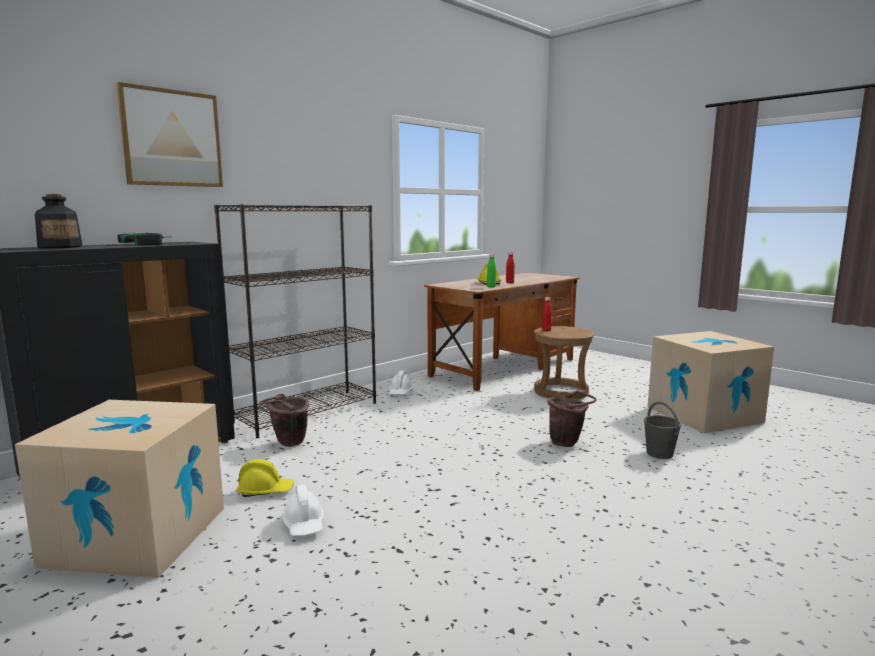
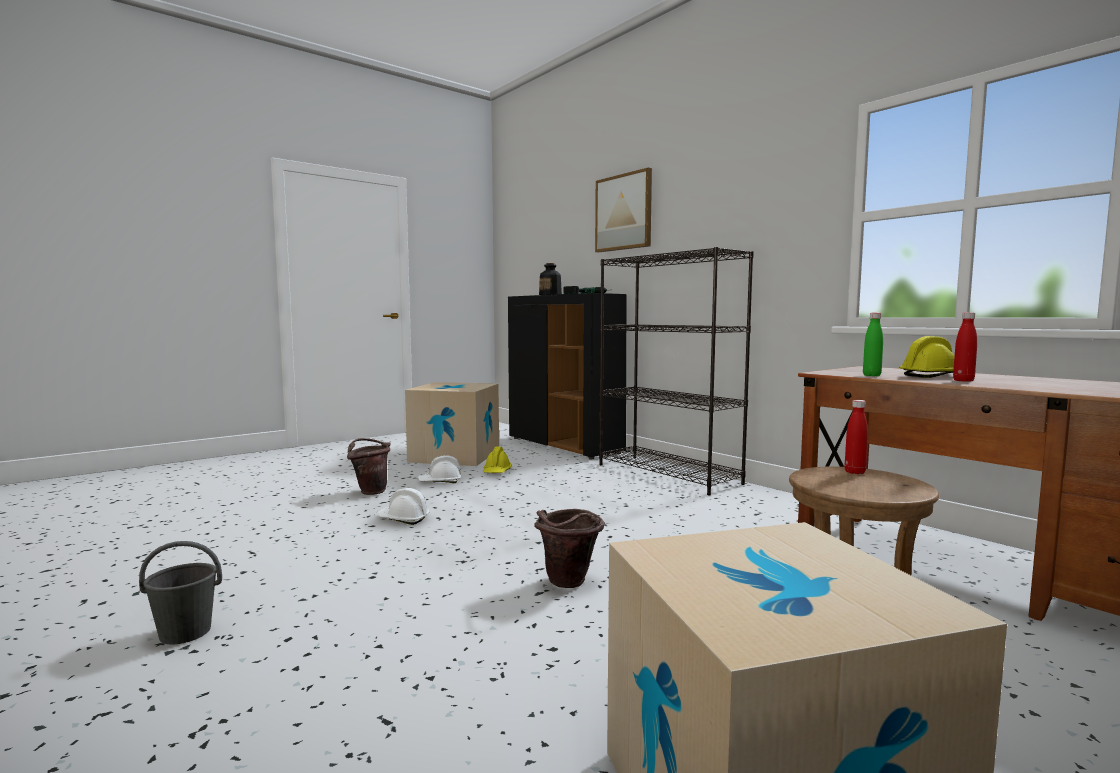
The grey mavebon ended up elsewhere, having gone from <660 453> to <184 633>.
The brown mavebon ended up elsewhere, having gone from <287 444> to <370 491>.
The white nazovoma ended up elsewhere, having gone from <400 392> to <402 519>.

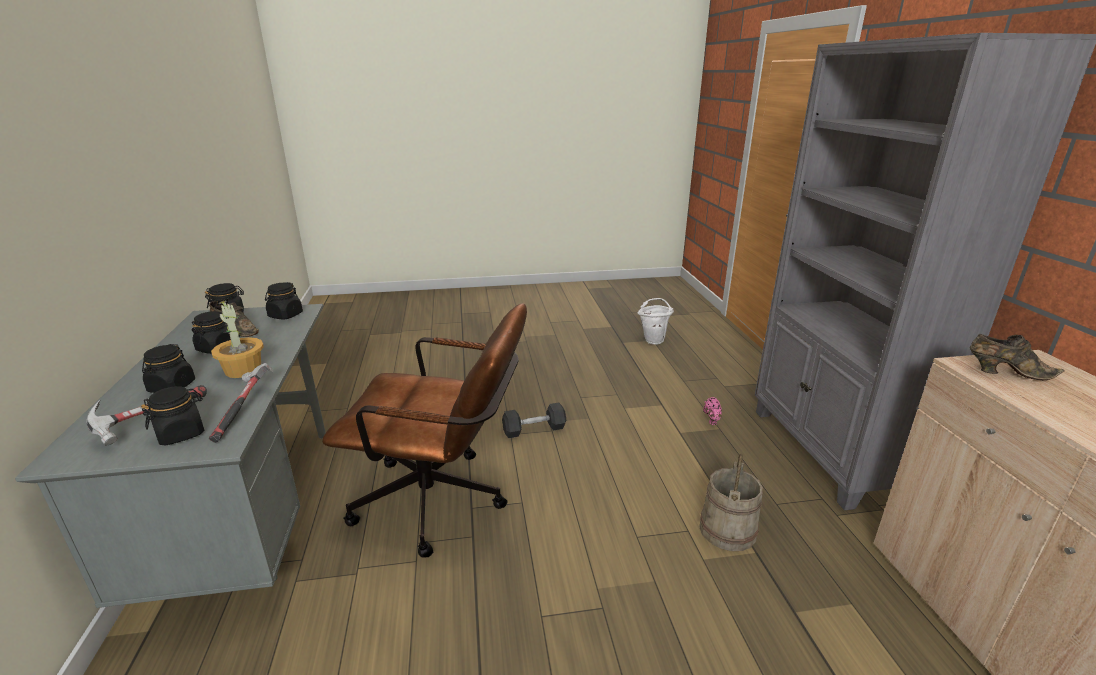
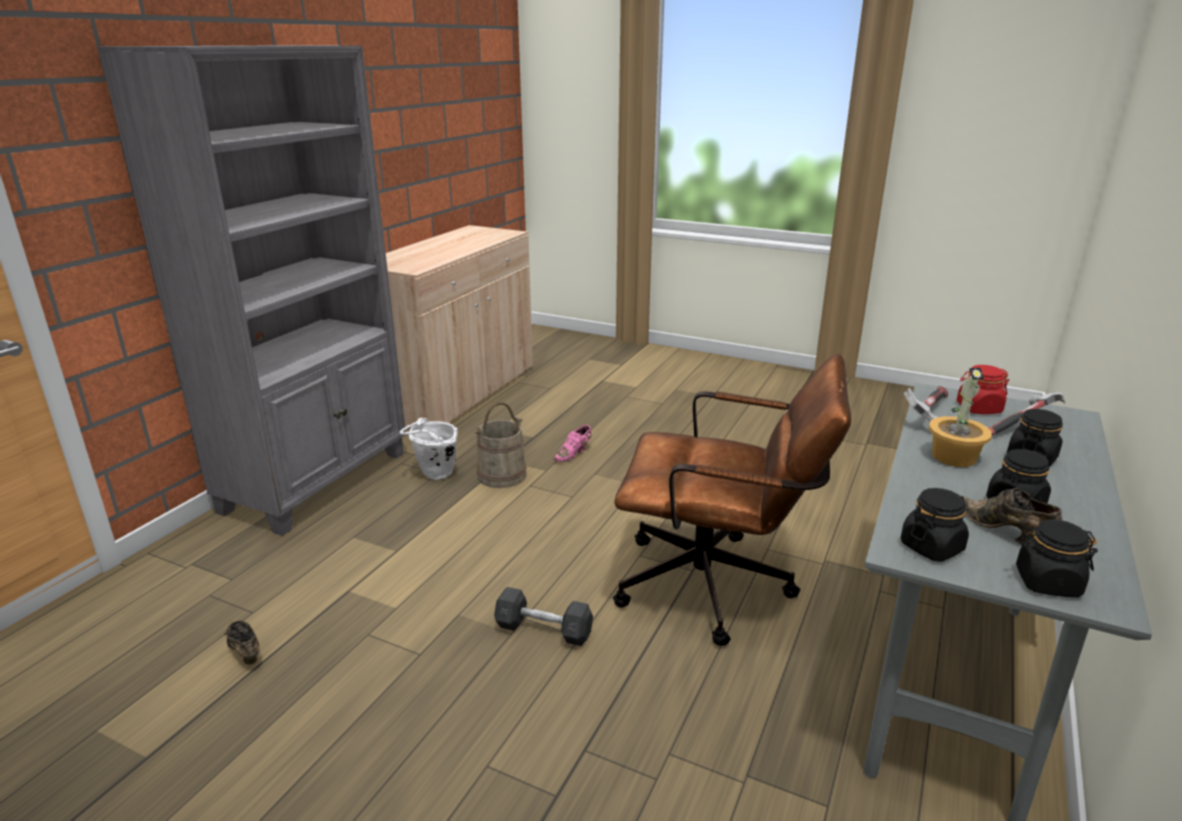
The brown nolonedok ended up elsewhere, having gone from <1006 373> to <245 652>.
The white mavebon ended up elsewhere, having gone from <653 339> to <434 476>.
The pink nolonedok ended up elsewhere, having gone from <711 418> to <574 454>.
The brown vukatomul at <443 502> ended up facing another way, 150 degrees clockwise from before.
What was the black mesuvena at <181 433> turned into the red mesuvena at <978 408>.

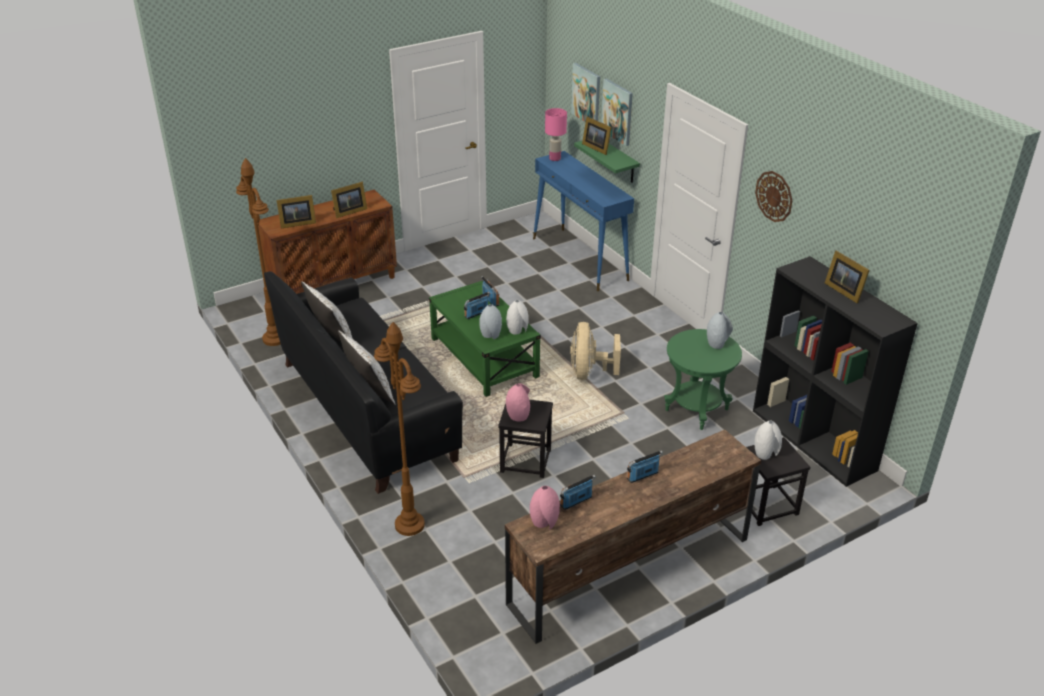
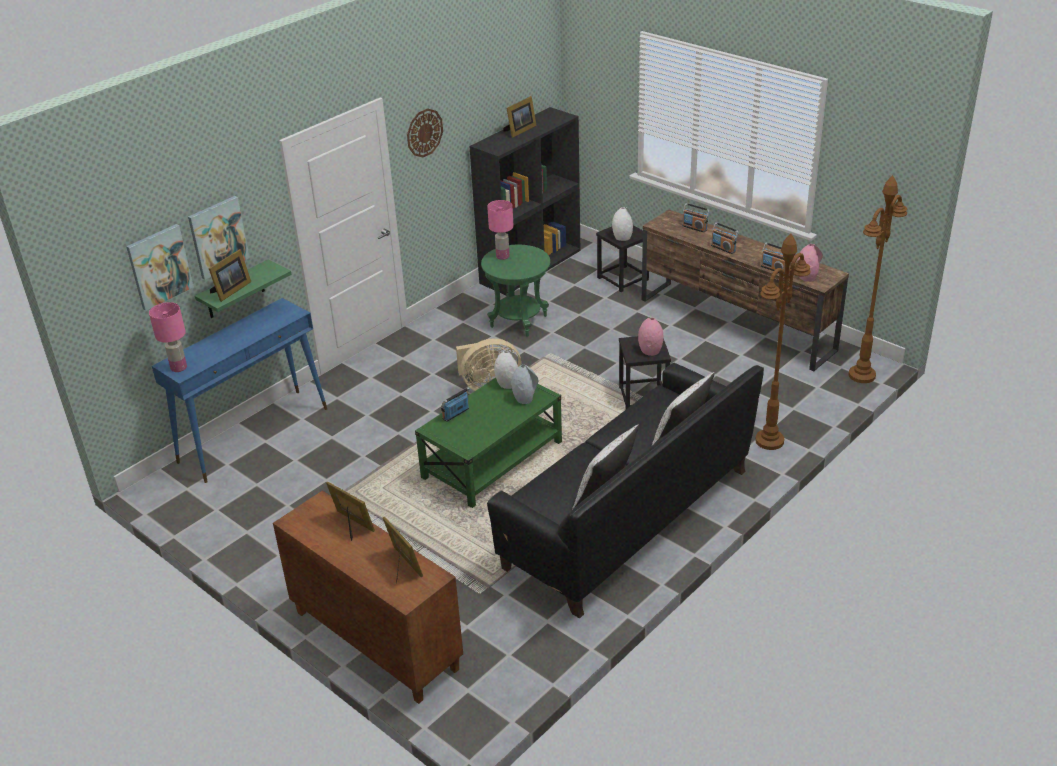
Where the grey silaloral stood at <717 343>, the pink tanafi came to stand at <502 256>.
The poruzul ended up elsewhere, having gone from <476 314> to <694 228>.
The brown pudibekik ended up elsewhere, having gone from <274 339> to <861 375>.

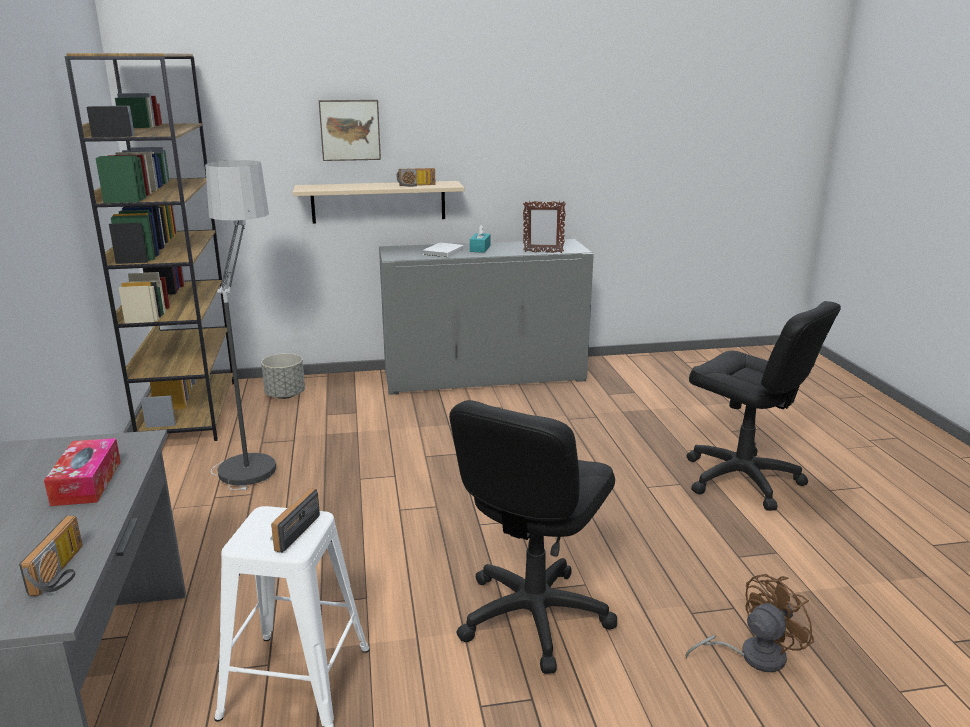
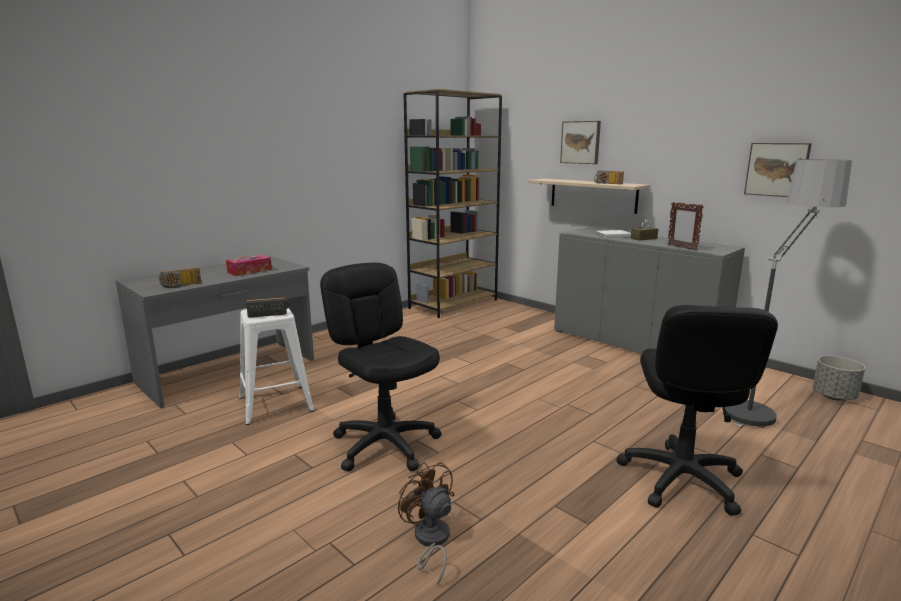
The black vukatomul at <533 616> ended up facing another way, 60 degrees clockwise from before.
The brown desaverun at <752 656> ended up facing another way, 150 degrees counterclockwise from before.
What was the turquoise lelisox at <480 249> turned into the brown lelisox at <643 238>.
The pudibekik ended up elsewhere, having gone from <253 452> to <762 404>.
The second view gained the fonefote at <777 169>.
The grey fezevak ended up elsewhere, having gone from <285 395> to <834 396>.

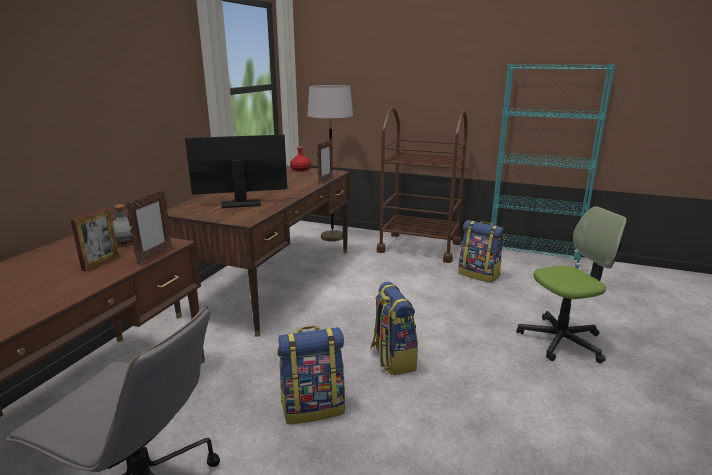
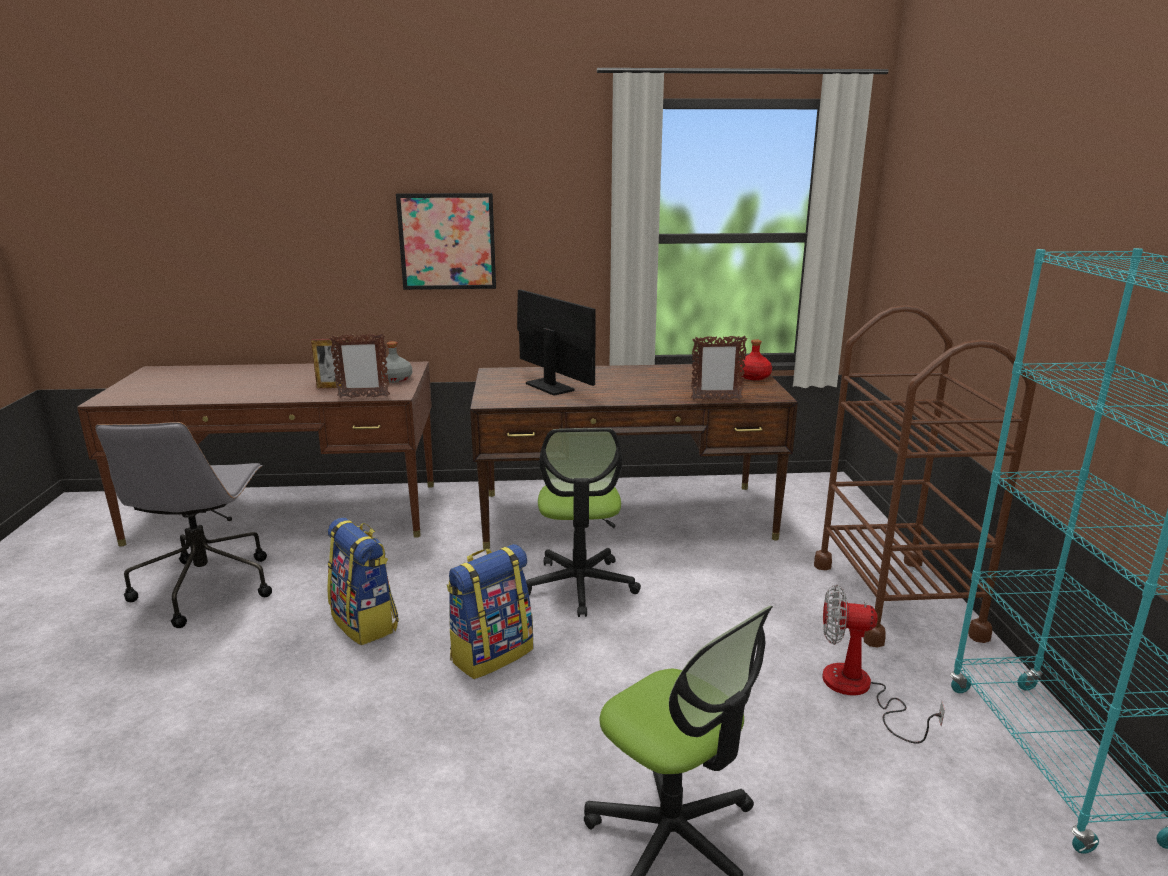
The second view gained the fonefote at <447 241>.
The second view gained the vukatomul at <580 585>.
Where the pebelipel stood at <479 274>, the desaverun came to stand at <859 691>.
The second view lost the grey pudibekik at <332 237>.

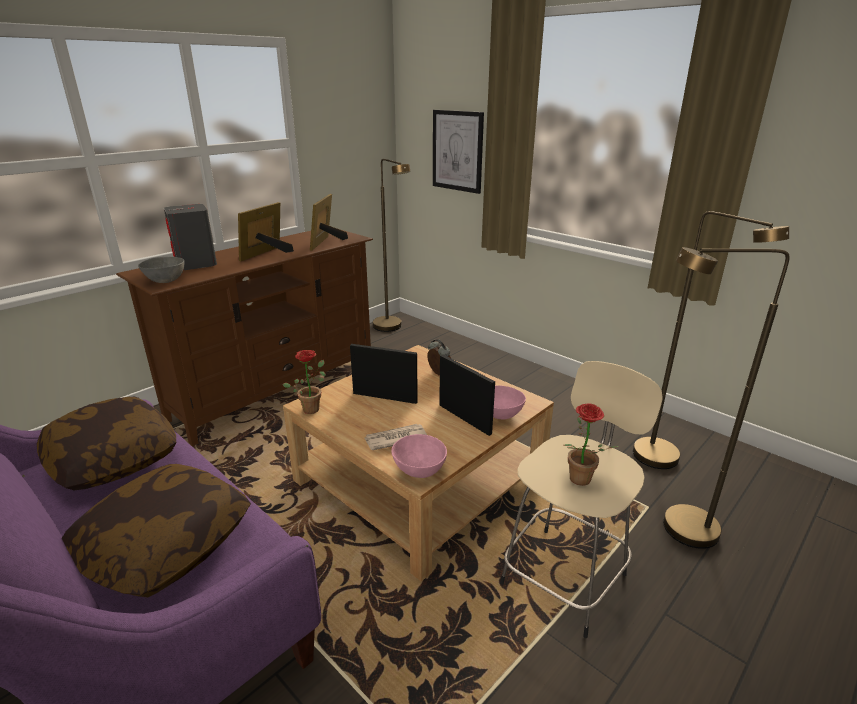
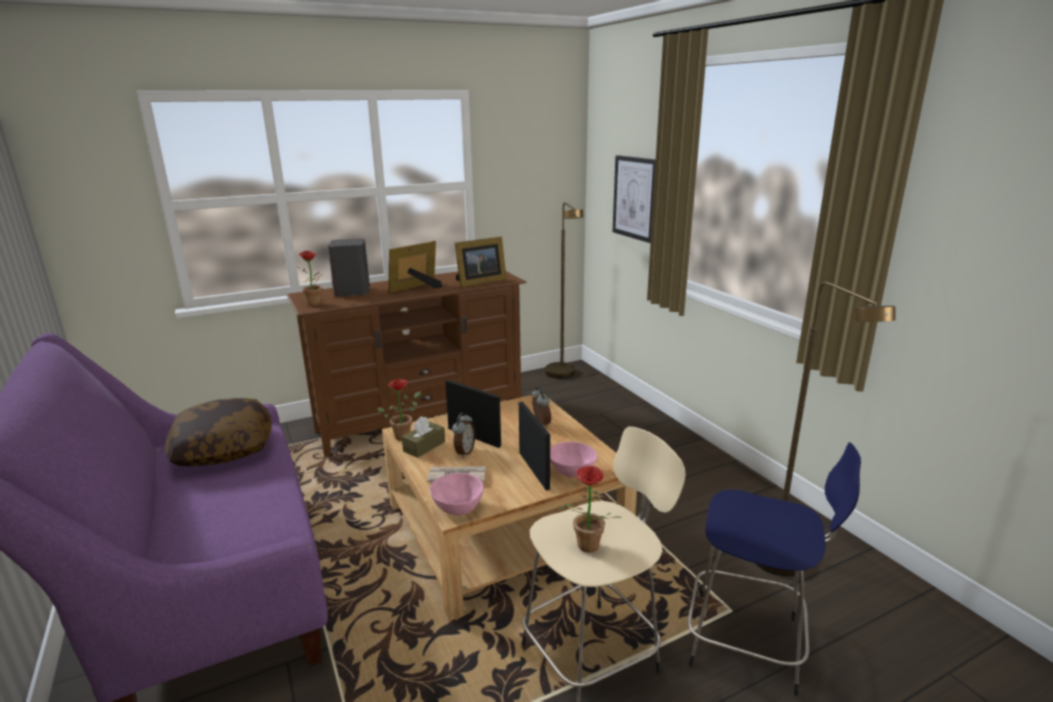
Where the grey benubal stood at <165 281>, the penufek came to stand at <316 304>.
The second view gained the brown lelisox at <424 446>.
The second view gained the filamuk at <464 452>.
The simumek at <326 243> ended up facing another way, 150 degrees counterclockwise from before.
Where the brown pudibekik stood at <676 530>, the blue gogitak came to stand at <749 643>.
The second view lost the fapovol at <166 545>.

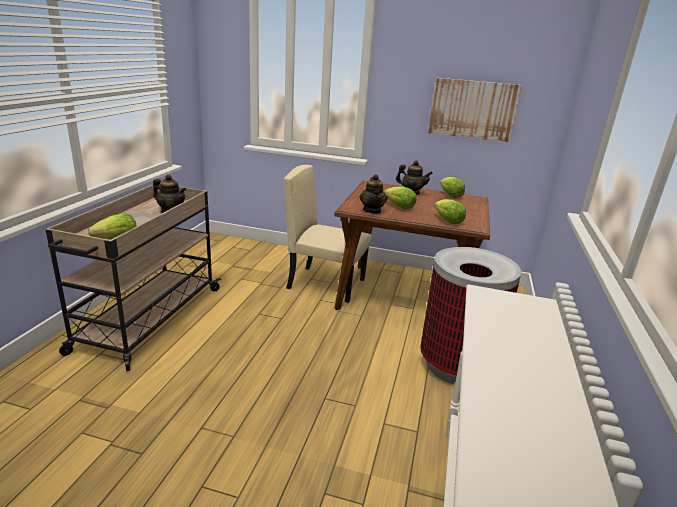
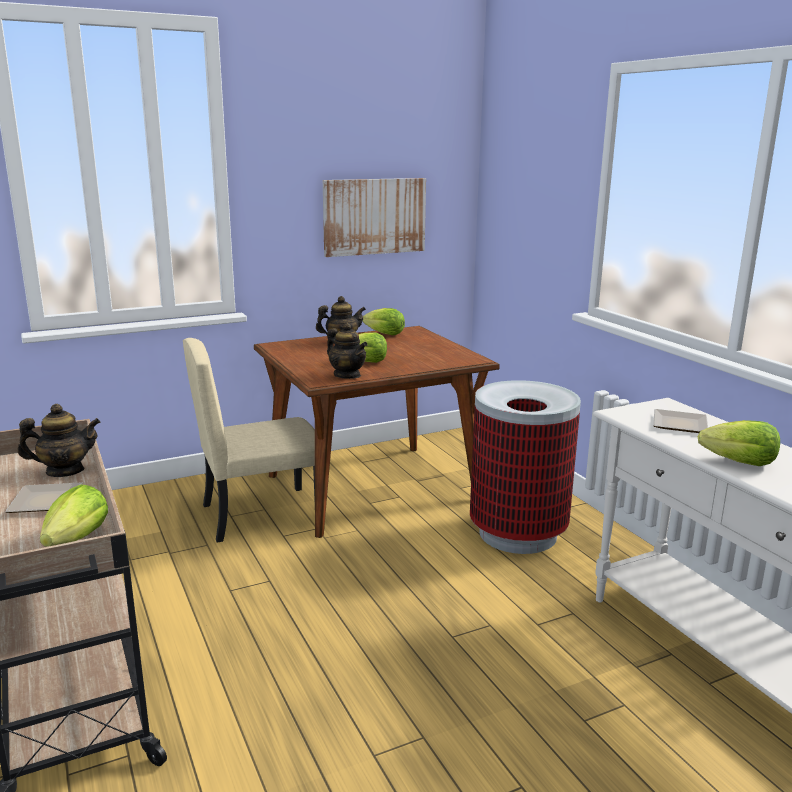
The second view gained the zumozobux at <681 424>.
The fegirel ended up elsewhere, having gone from <448 221> to <740 463>.

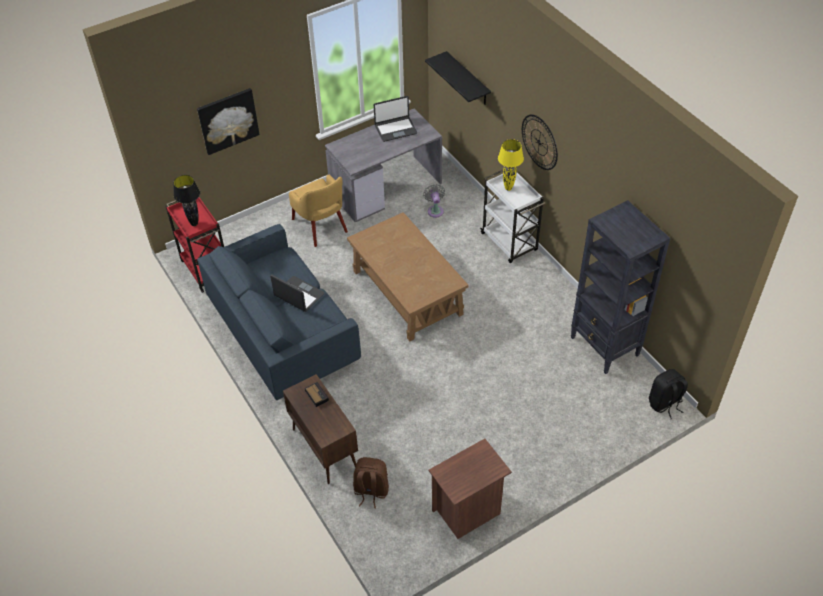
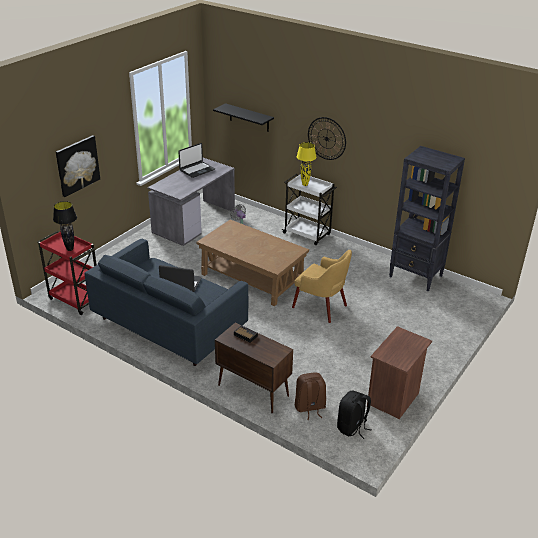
The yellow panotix ended up elsewhere, having gone from <320 226> to <321 307>.
The black pebelipel ended up elsewhere, having gone from <665 403> to <352 427>.

